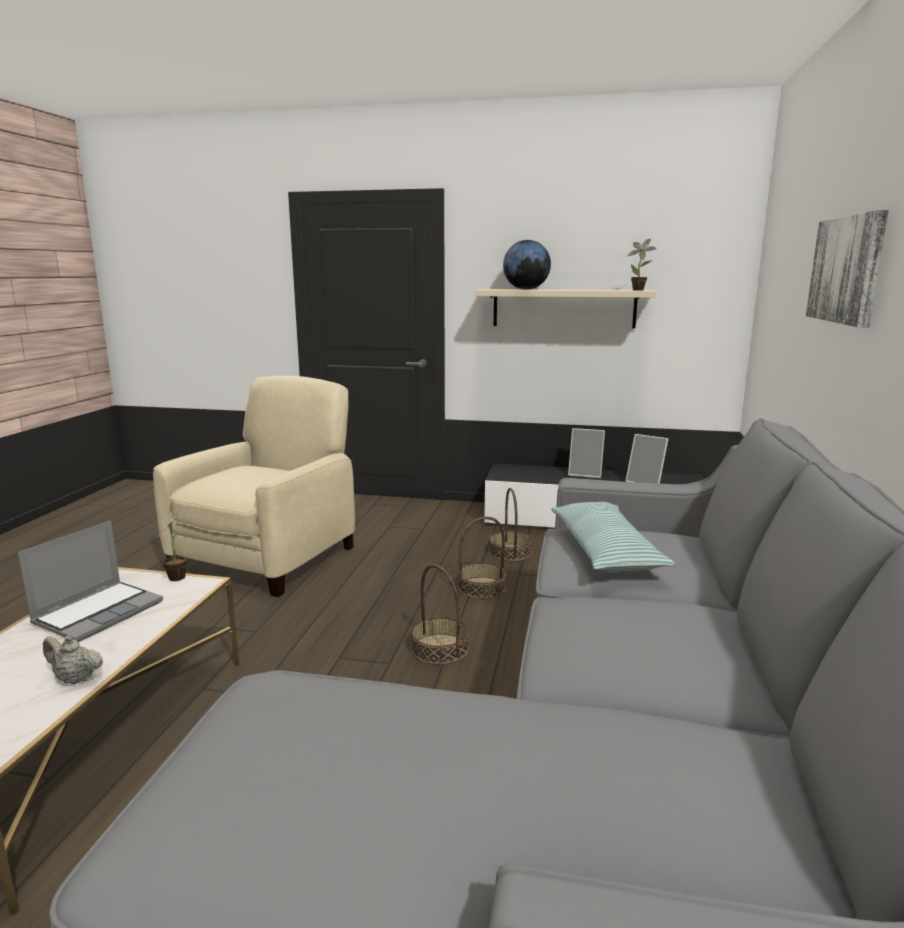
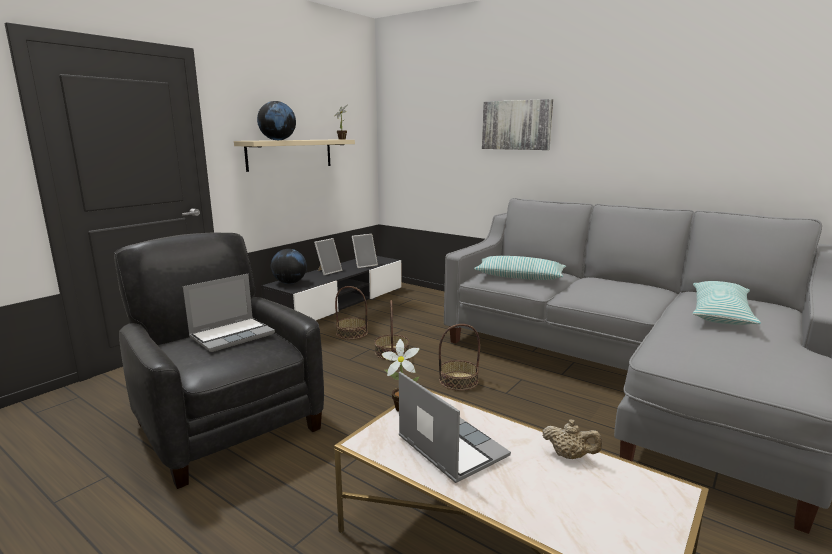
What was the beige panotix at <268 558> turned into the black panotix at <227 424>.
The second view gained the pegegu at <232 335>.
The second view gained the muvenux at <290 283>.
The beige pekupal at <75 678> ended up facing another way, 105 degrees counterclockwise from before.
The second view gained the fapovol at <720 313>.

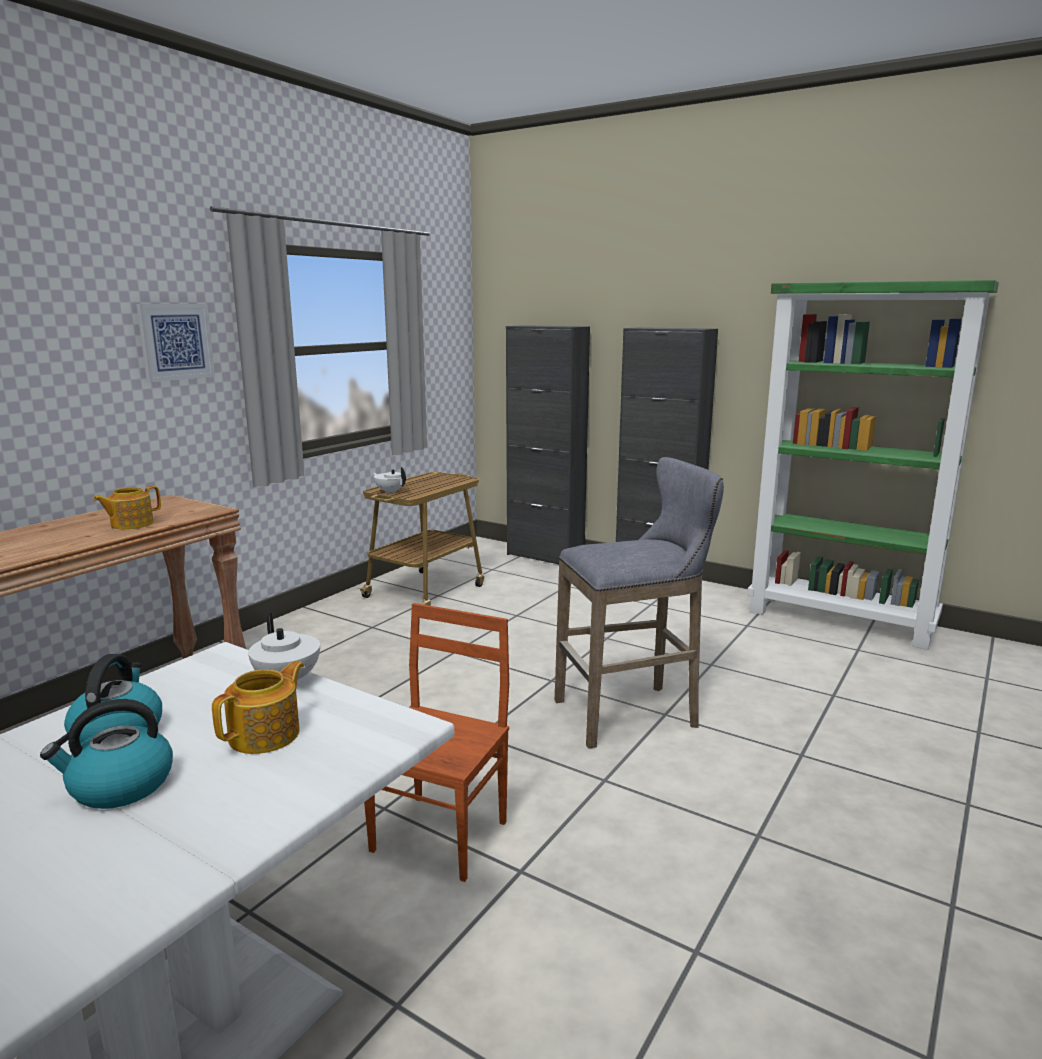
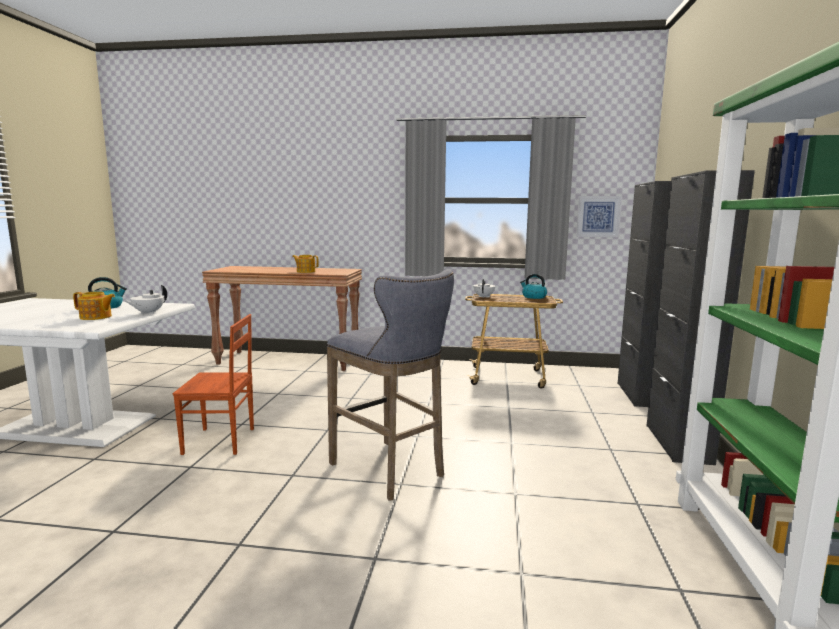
The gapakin ended up elsewhere, having gone from <120 786> to <533 297>.
The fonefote ended up elsewhere, having gone from <176 342> to <598 216>.

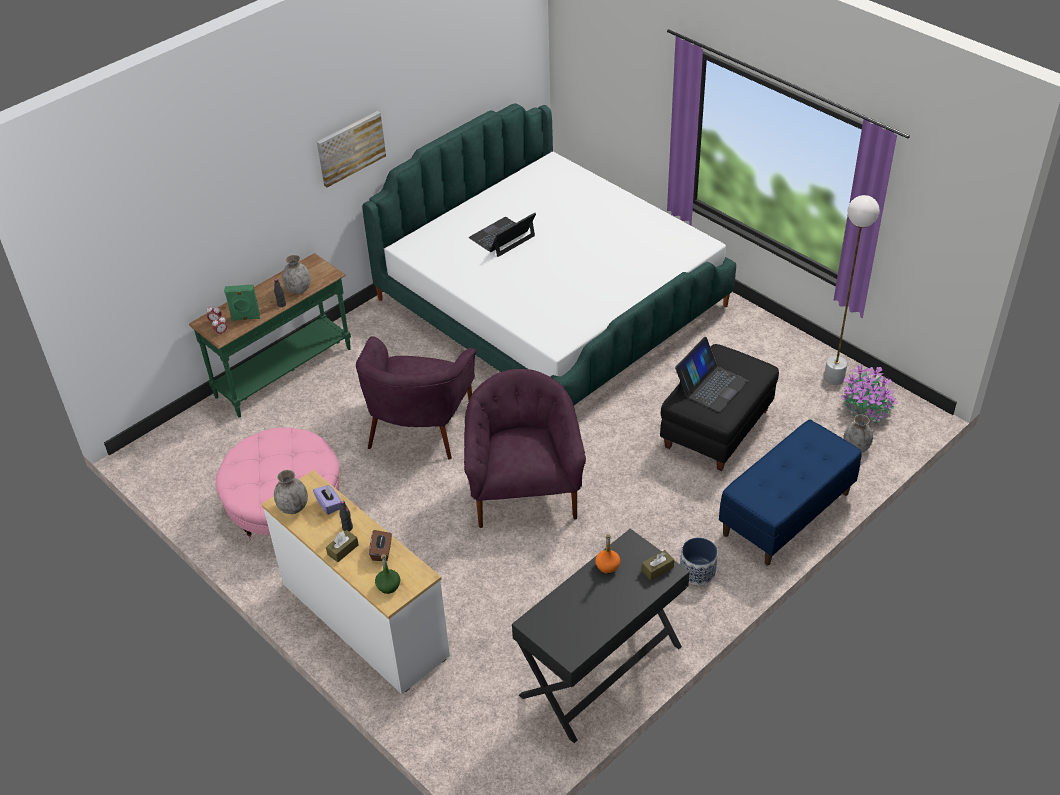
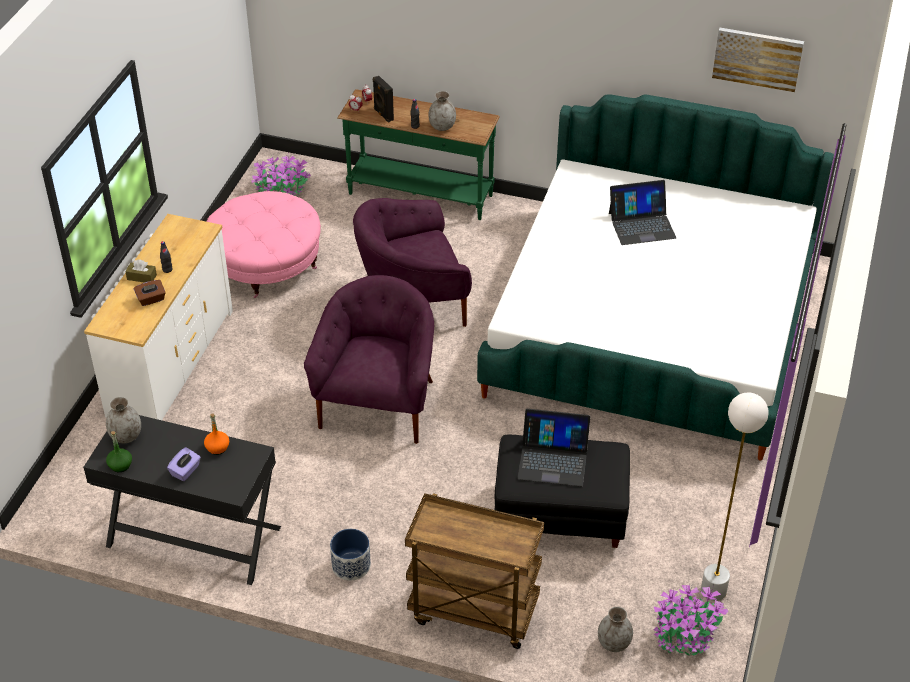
The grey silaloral ended up elsewhere, having gone from <293 507> to <125 436>.
The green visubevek ended up elsewhere, having gone from <388 586> to <120 465>.
The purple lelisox ended up elsewhere, having gone from <329 505> to <185 471>.
The second view gained the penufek at <283 191>.
The purple panotix at <524 491> ended up facing another way, 45 degrees counterclockwise from before.
What was the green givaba at <245 318> turned into the black givaba at <383 115>.
Where the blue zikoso stood at <786 514>, the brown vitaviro came to stand at <472 612>.
The pegegu at <502 237> ended up facing another way, 150 degrees clockwise from before.
The fonefote ended up elsewhere, having gone from <350 148> to <757 58>.
The second view lost the brown lelisox at <657 569>.

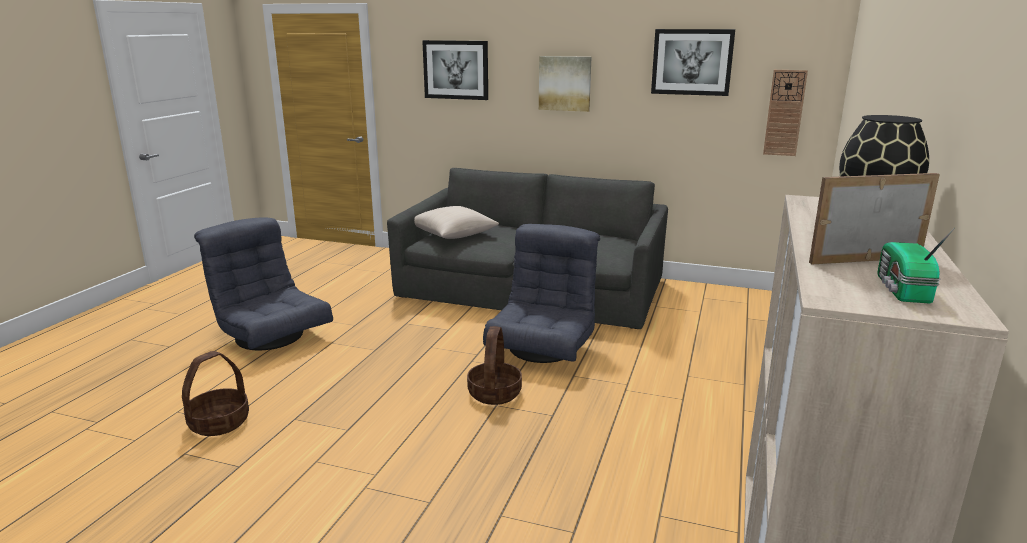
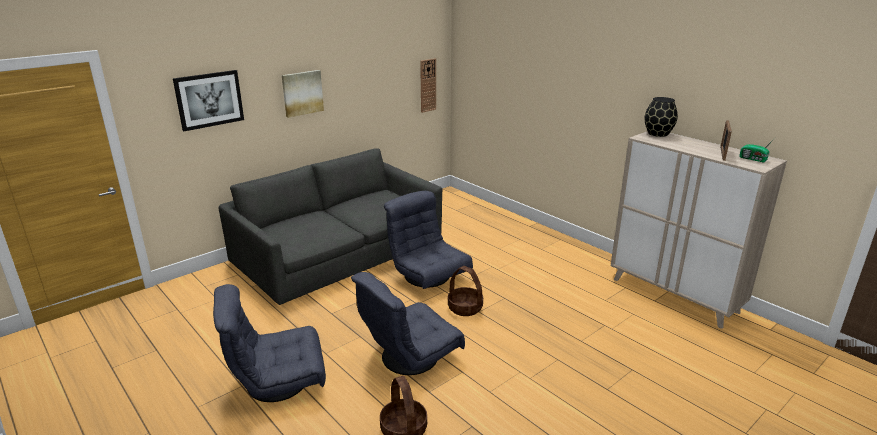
The second view gained the grey panotix at <409 357>.
The second view lost the beige fapovol at <453 234>.
The second view lost the fonefote at <692 62>.

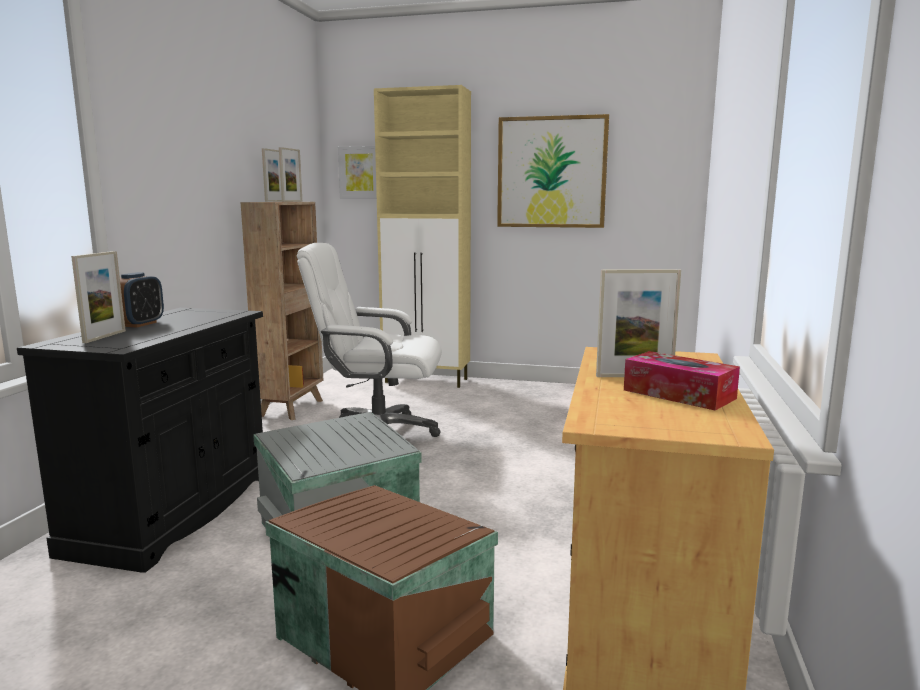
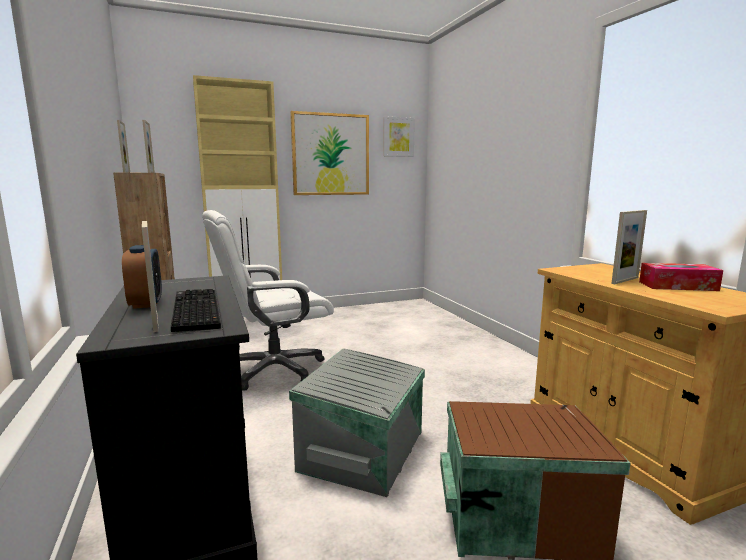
The second view gained the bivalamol at <193 310>.
The fonefote ended up elsewhere, having gone from <360 172> to <398 137>.

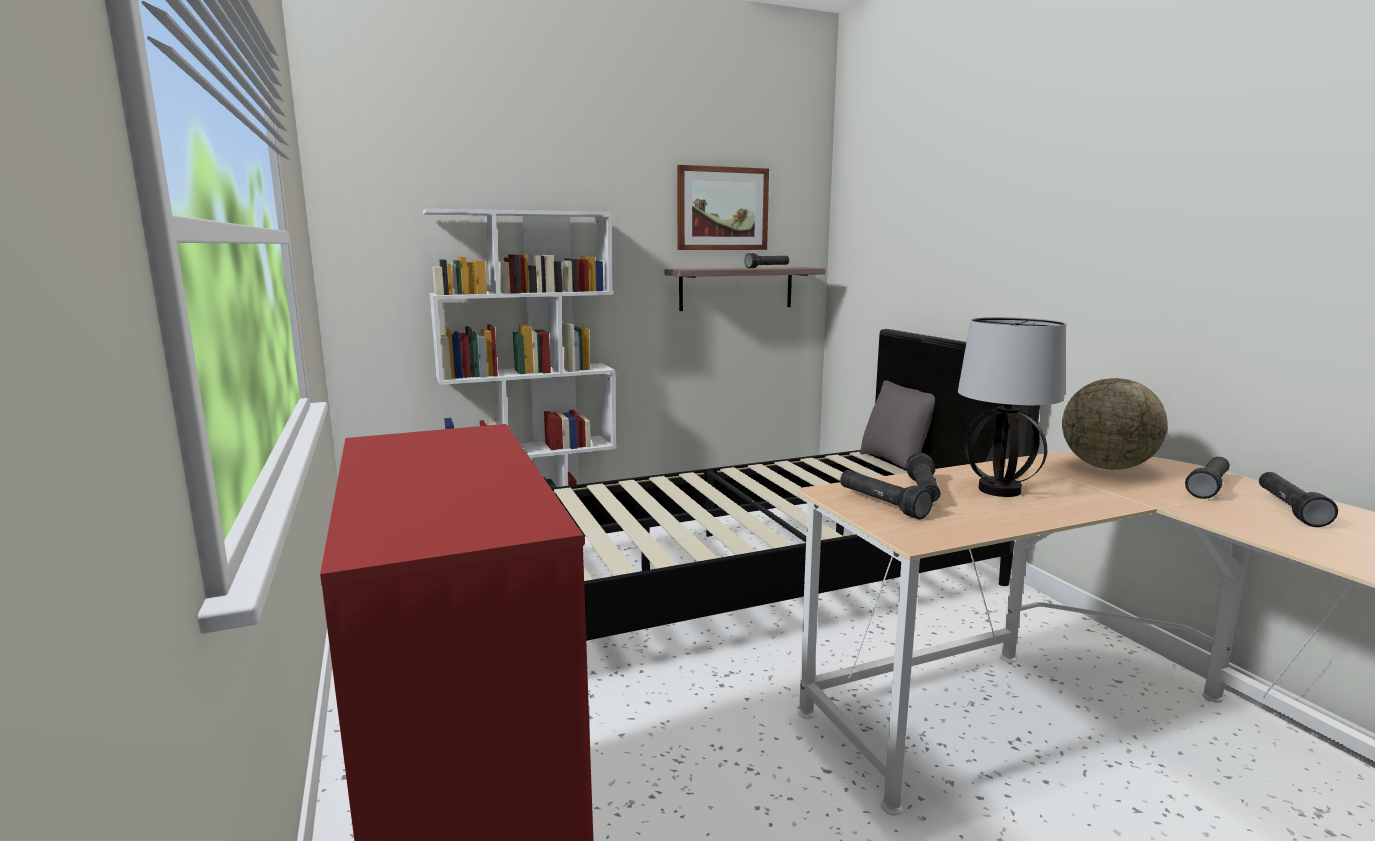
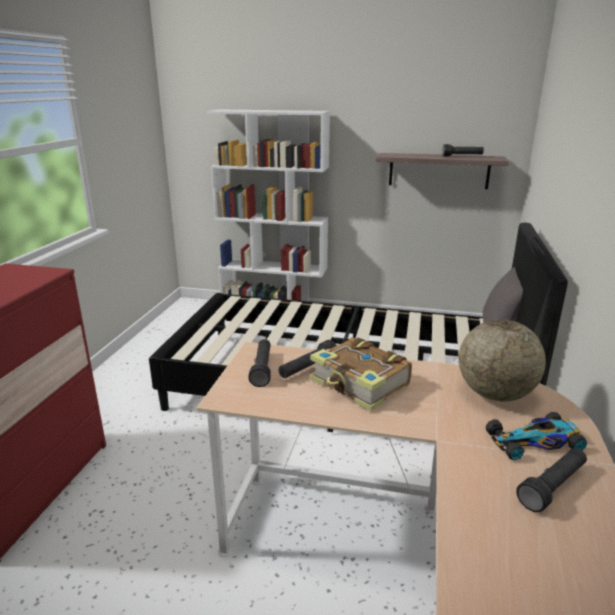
Where the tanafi stood at <1000 490>, the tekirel came to stand at <360 384>.
Where the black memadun stood at <1208 487>, the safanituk came to stand at <535 441>.
The second view lost the fonefote at <722 209>.

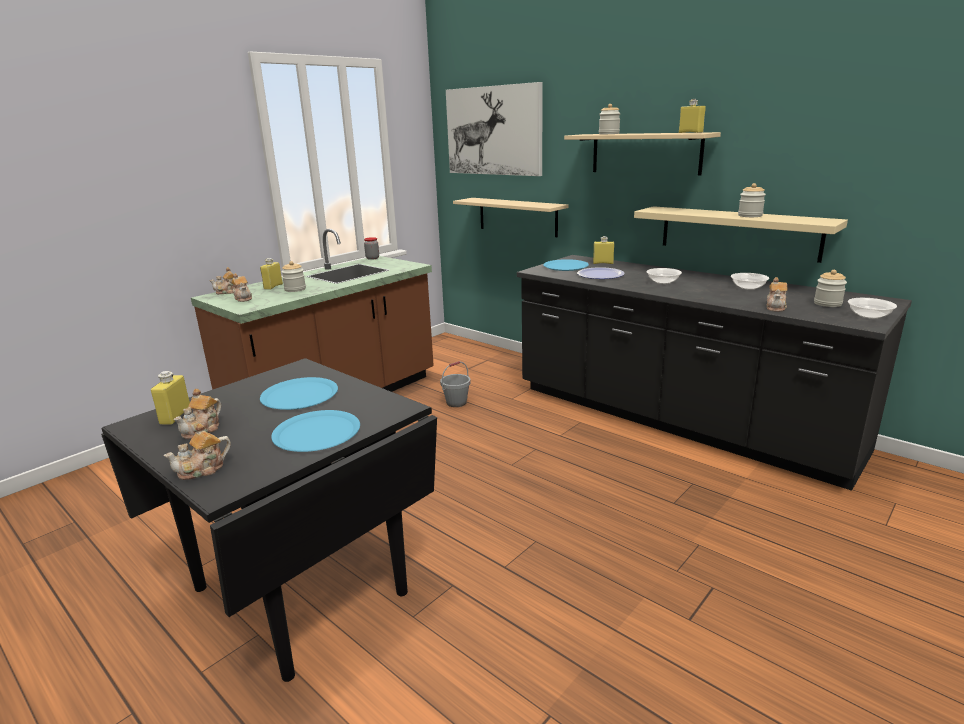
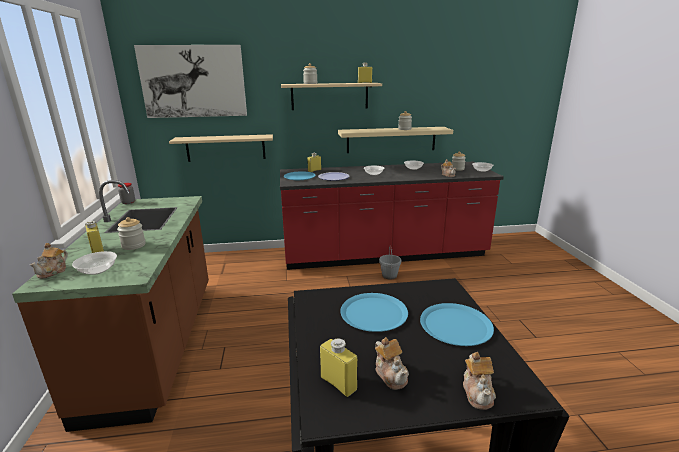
Where the pekupal stood at <243 298>, the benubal came to stand at <97 270>.
What was the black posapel at <677 419> turned into the red posapel at <384 254>.
The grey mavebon ended up elsewhere, having gone from <456 402> to <389 275>.

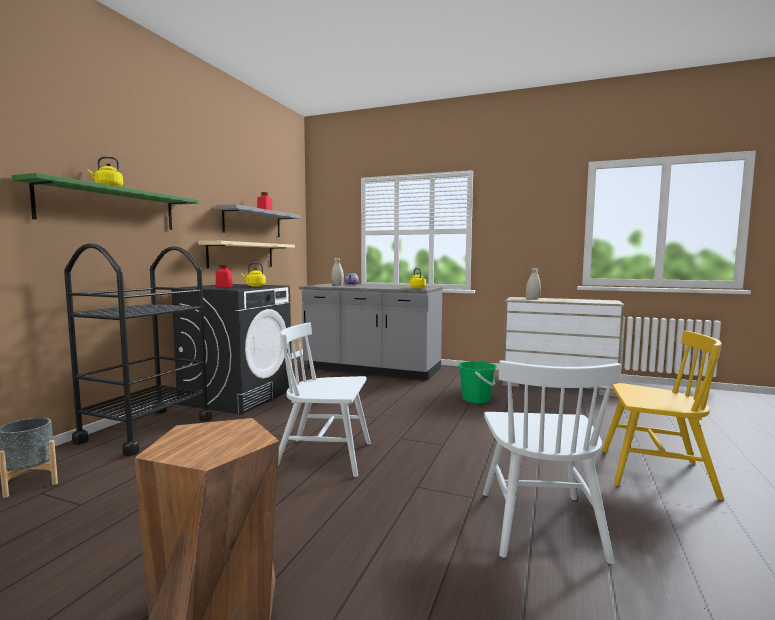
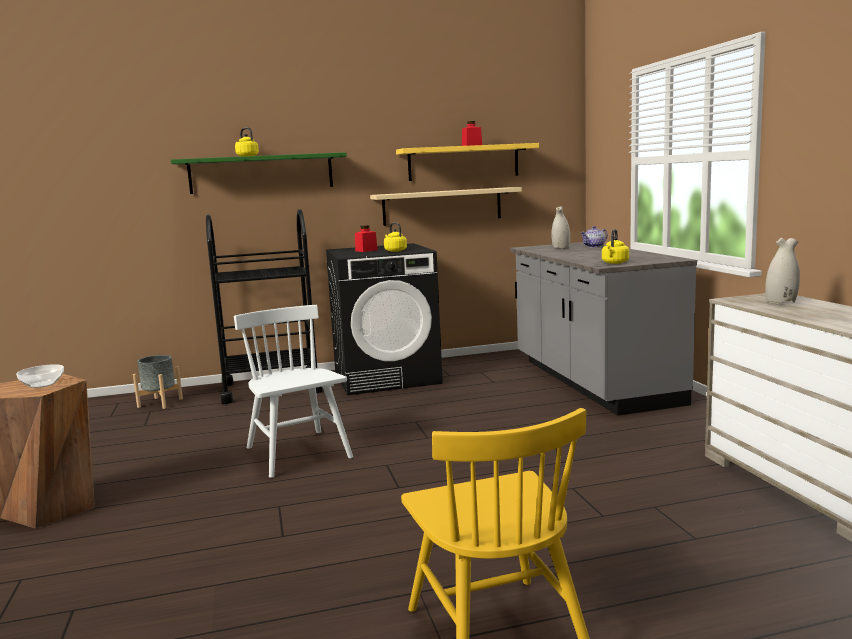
The second view gained the benubal at <42 384>.
What was the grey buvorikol at <253 223> turned into the yellow buvorikol at <463 162>.
The second view lost the green mavebon at <476 399>.
The second view lost the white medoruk at <540 524>.

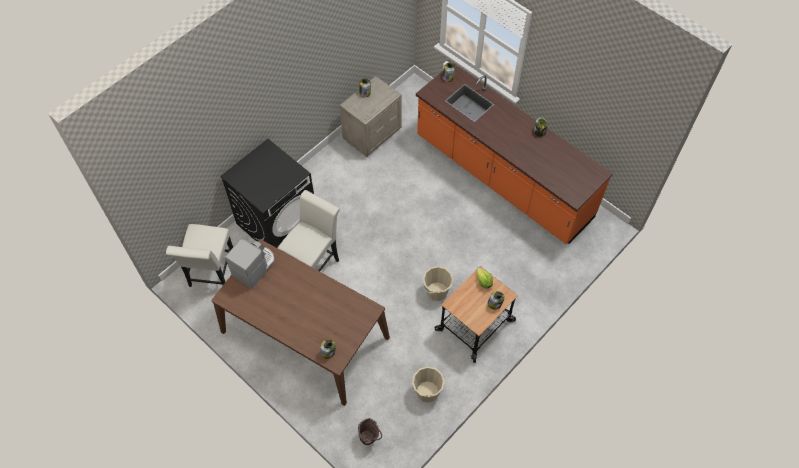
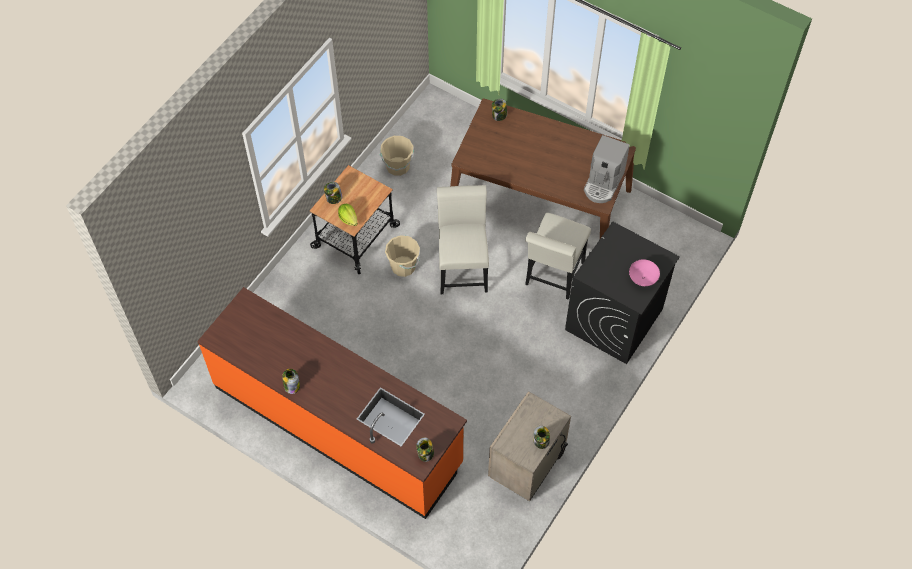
The white medoruk ended up elsewhere, having gone from <211 275> to <462 268>.
The second view gained the pink benubal at <643 278>.
The second view lost the brown mavebon at <370 438>.

